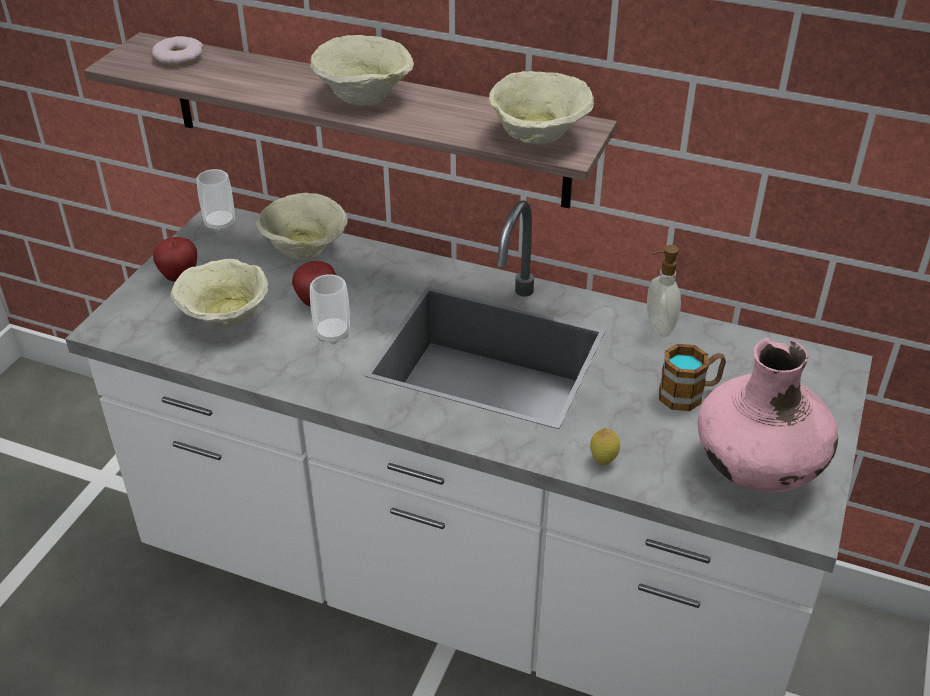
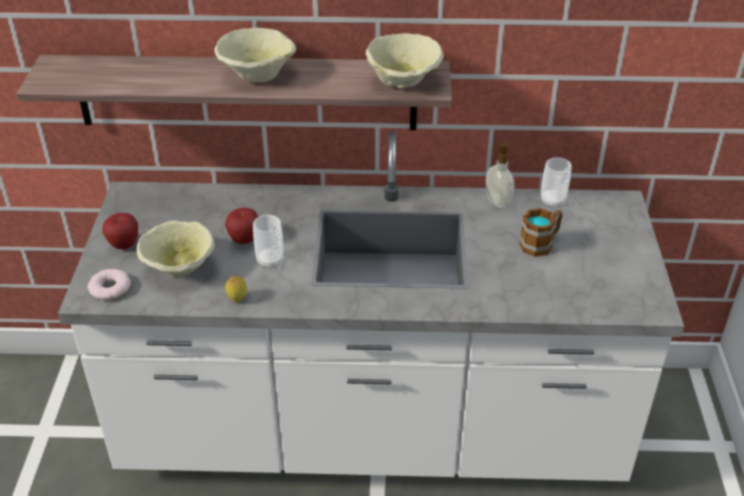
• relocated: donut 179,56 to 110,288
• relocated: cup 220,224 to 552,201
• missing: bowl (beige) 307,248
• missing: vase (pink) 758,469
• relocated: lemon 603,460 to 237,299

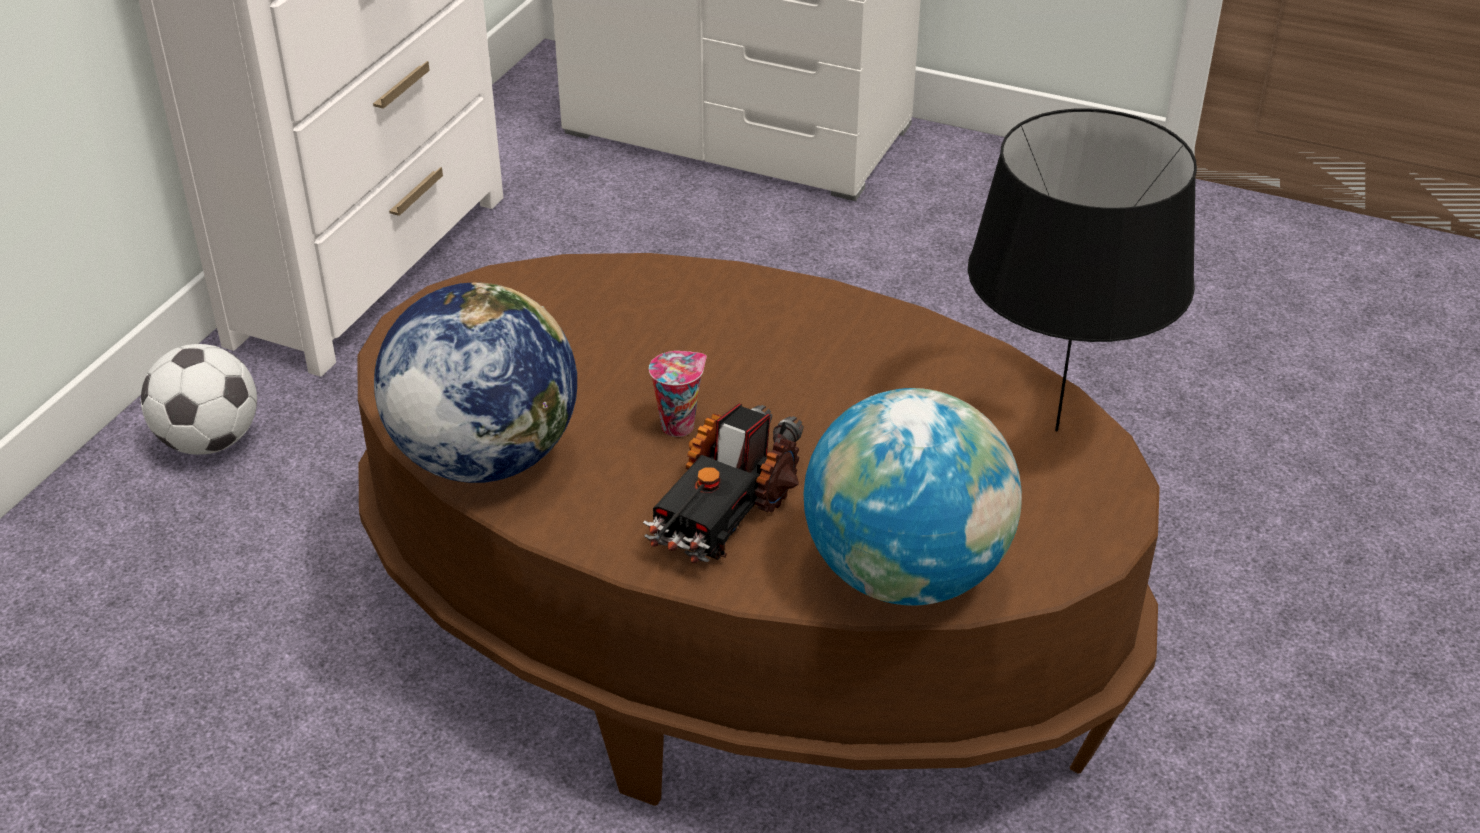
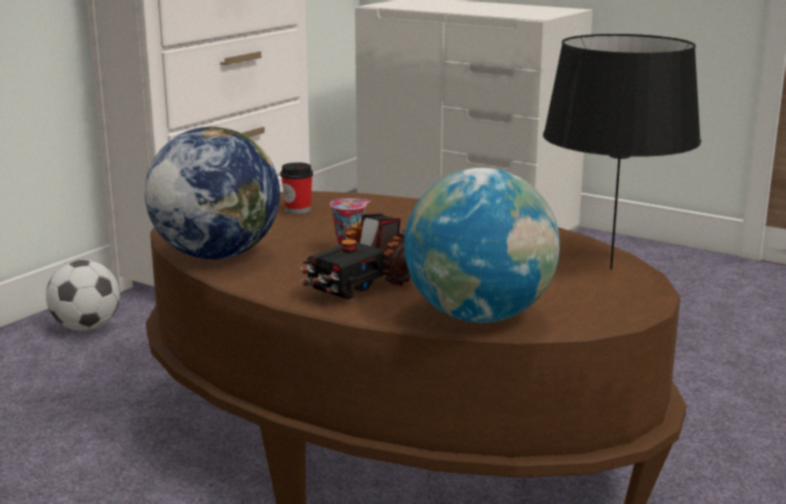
• appeared: cup 297,210

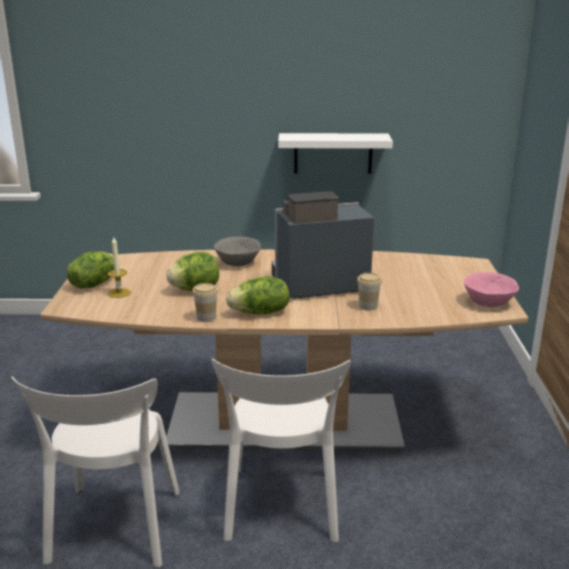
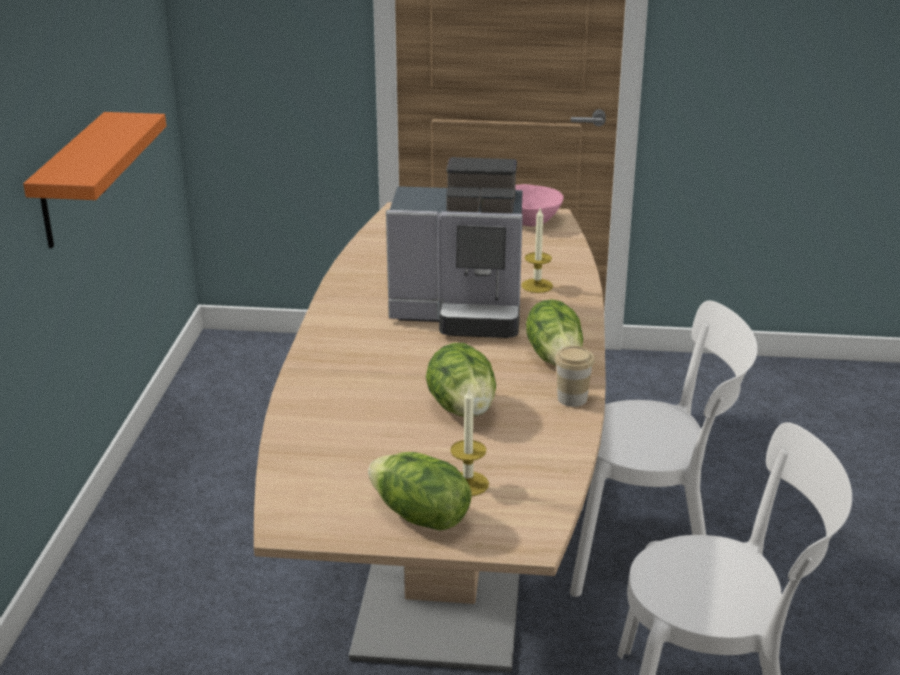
• colour: shelf (white) 333,153 to shelf (orange) 72,181
• spun: coffee machine 317,285 = 461,313 75 degrees counterclockwise
• missing: bowl (grey) 237,263
• exchanged: cup 368,306 to candle 537,286

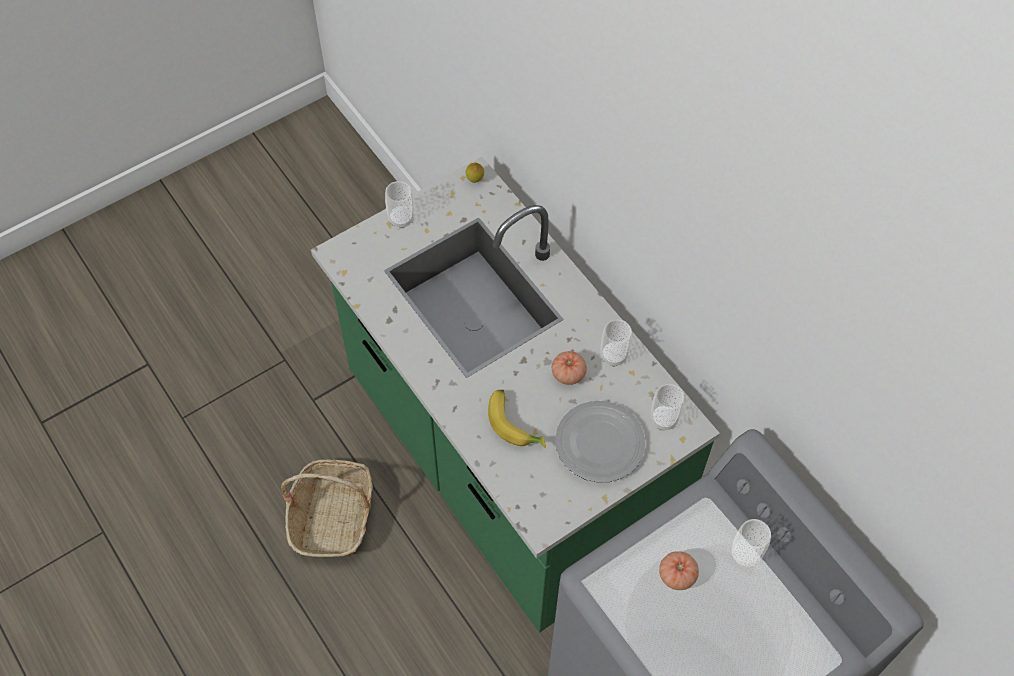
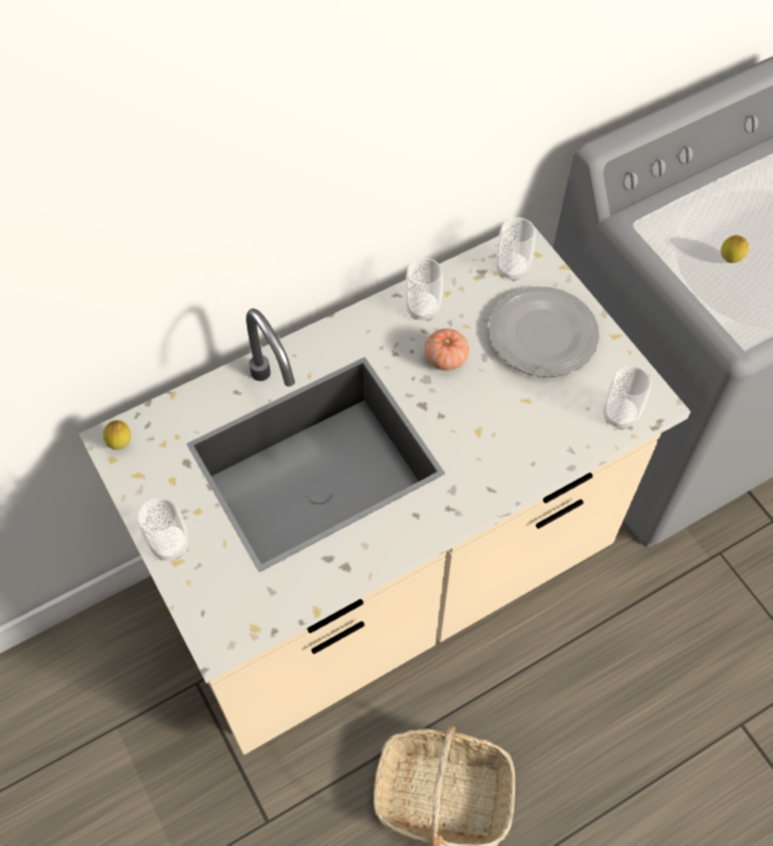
• colour: counter (green) 505,465 to counter (beige) 386,577
• missing: banana 515,423
• relocated: cup 746,553 to 620,415
• exchanged: tomato 677,575 to lemon 729,260

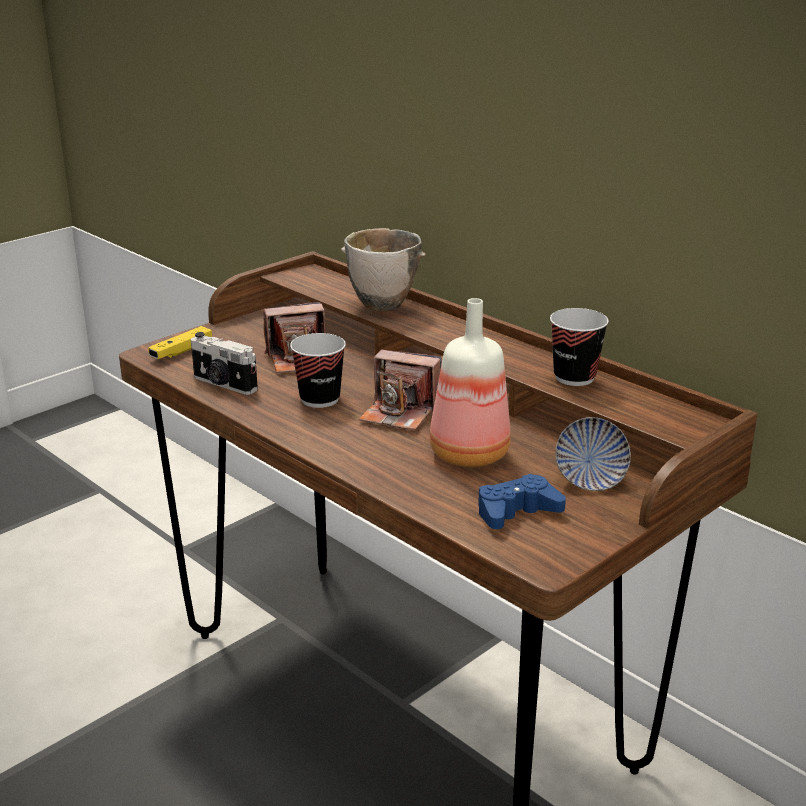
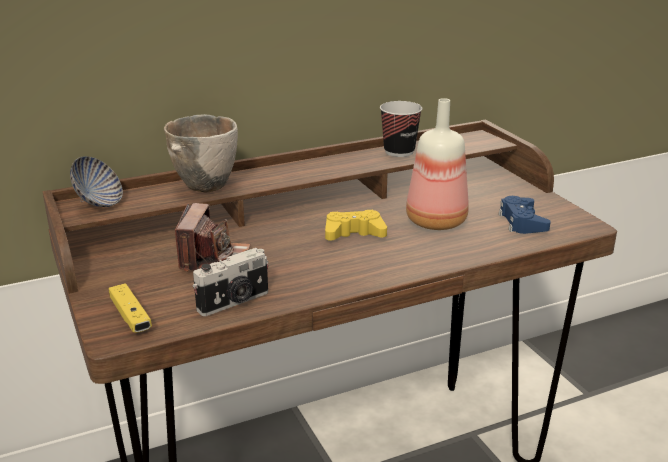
• missing: cup 320,399
• exchanged: photo camera 400,412 to game controller (yellow) 354,233
• relocated: bowl 590,479 to 99,202

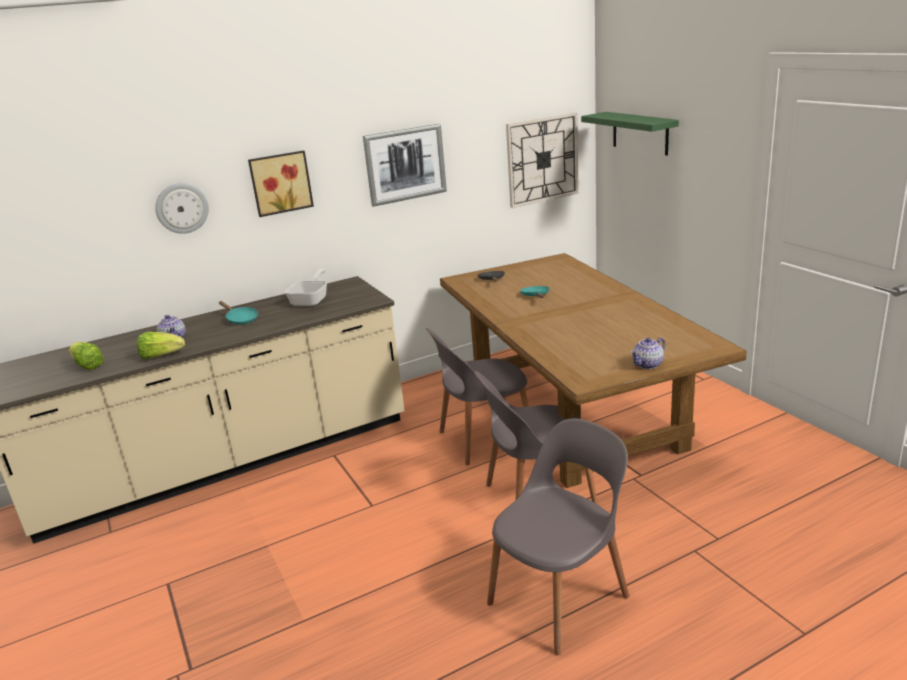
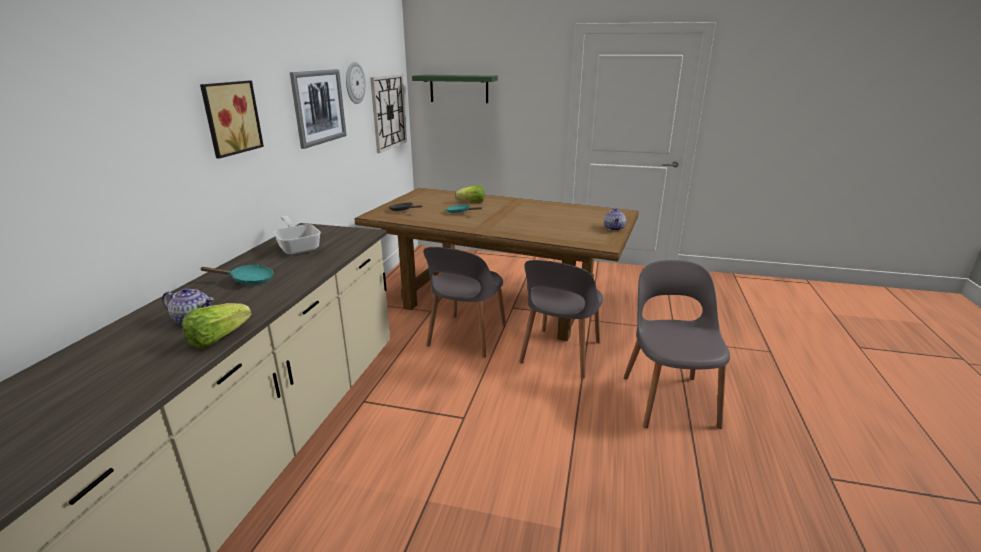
• relocated: wall clock 182,208 to 354,83
• relocated: lettuce 87,366 to 471,202

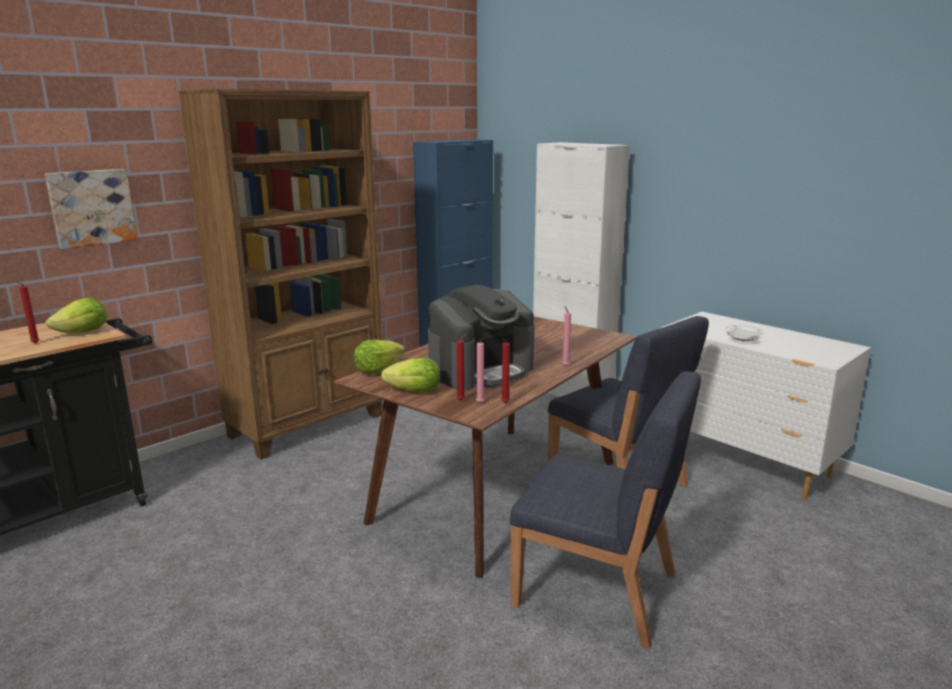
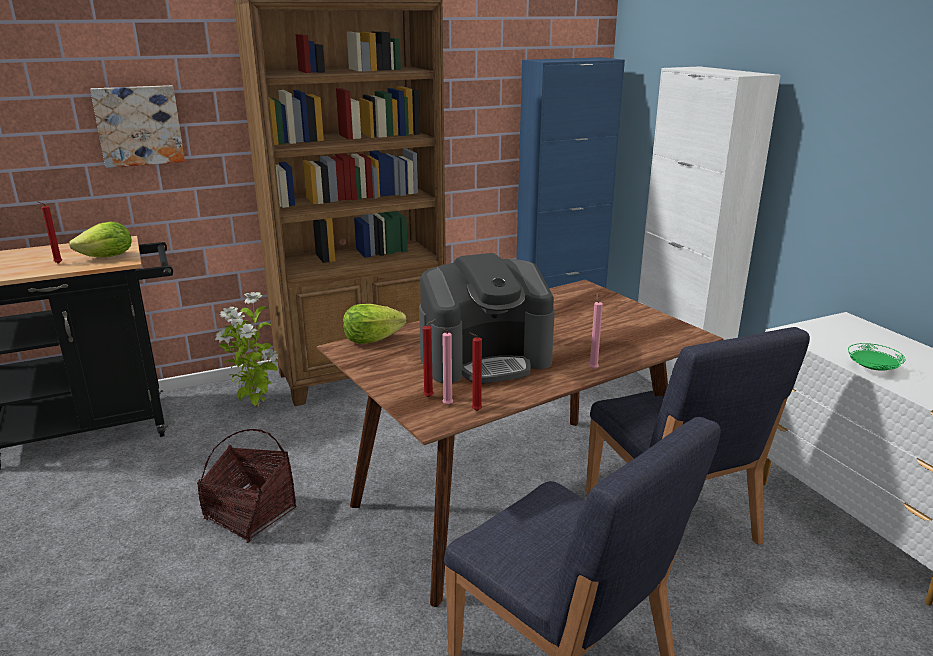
• colour: plate (white) 743,342 to plate (green) 872,369
• missing: lettuce 415,391
• appeared: potted plant 256,407
• appeared: basket 250,514

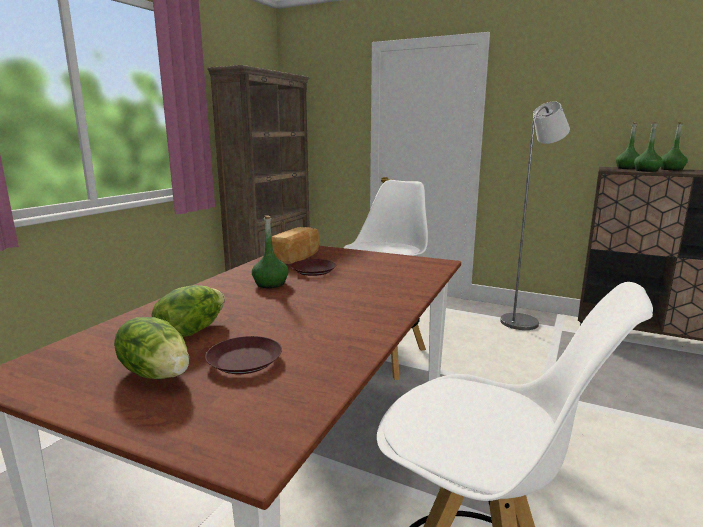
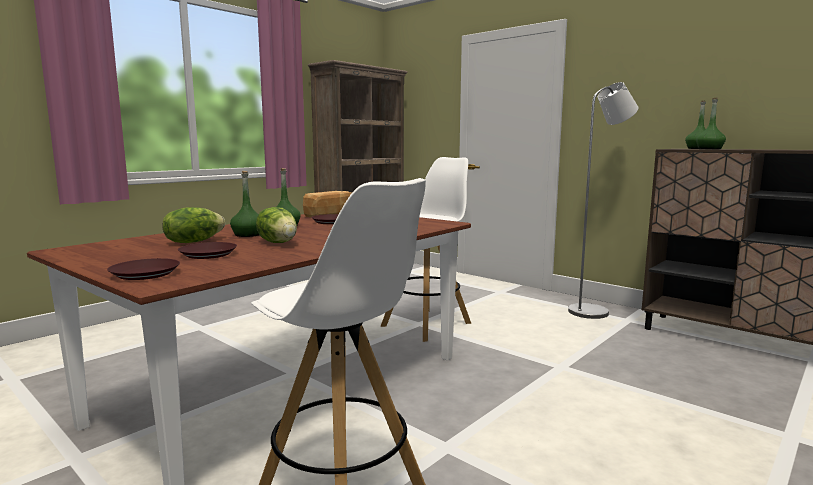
• relocated: bottle (green) 671,169 to 248,235
• relocated: lettuce 157,373 to 279,242
• appeared: plate (brown) 145,274

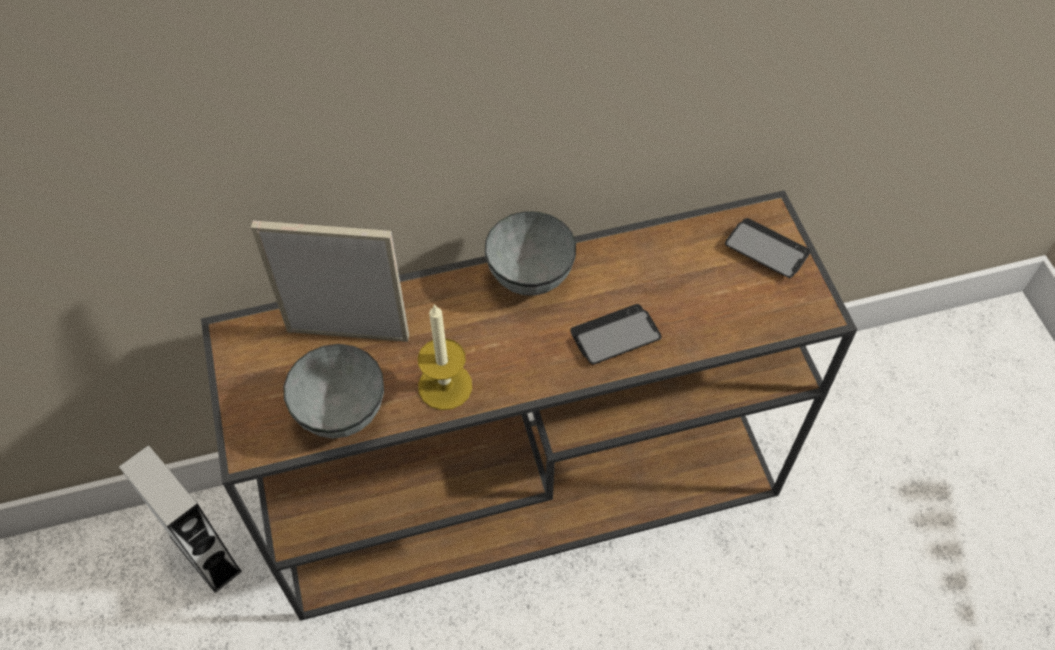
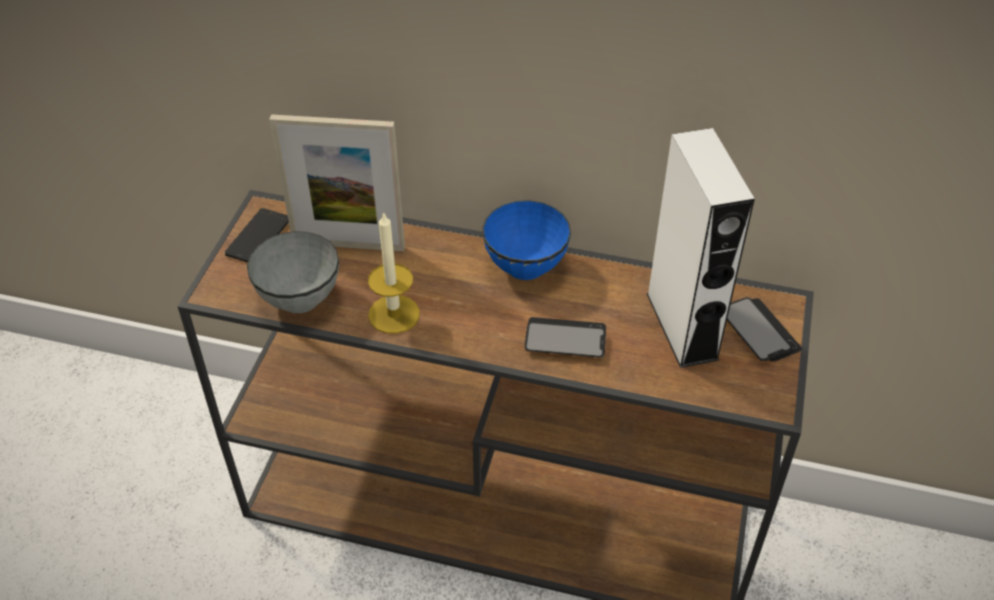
• colour: bowl (grey) 530,278 to bowl (blue) 525,266
• spun: picture frame 348,333 = 348,245 150 degrees clockwise
• relocated: speaker (white) 205,553 to 682,326
• appeared: phone 258,237

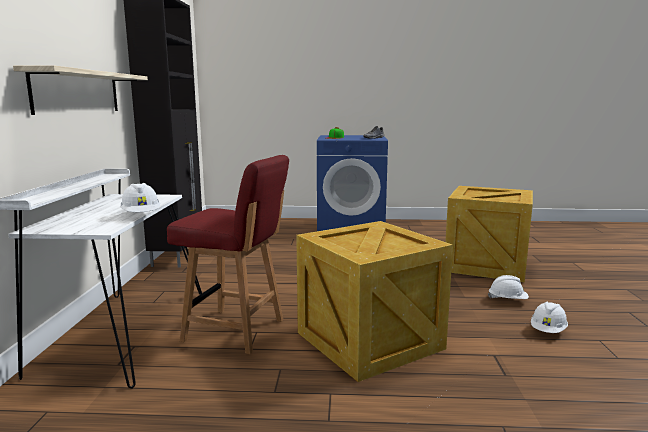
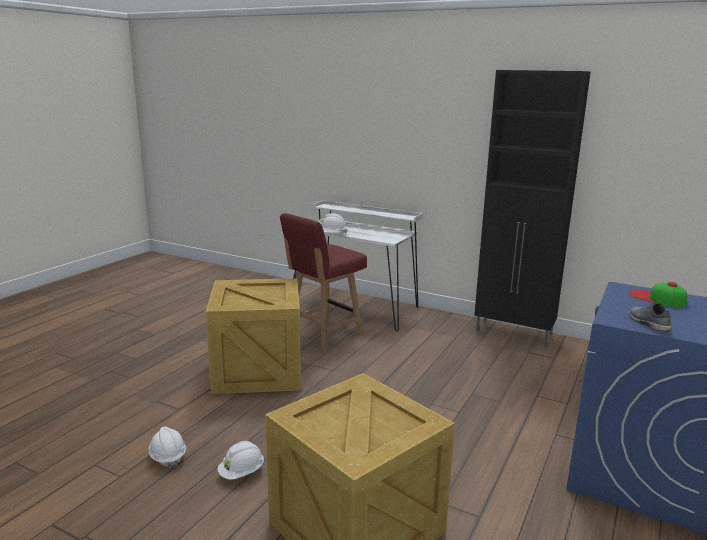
• missing: shelf 78,92

